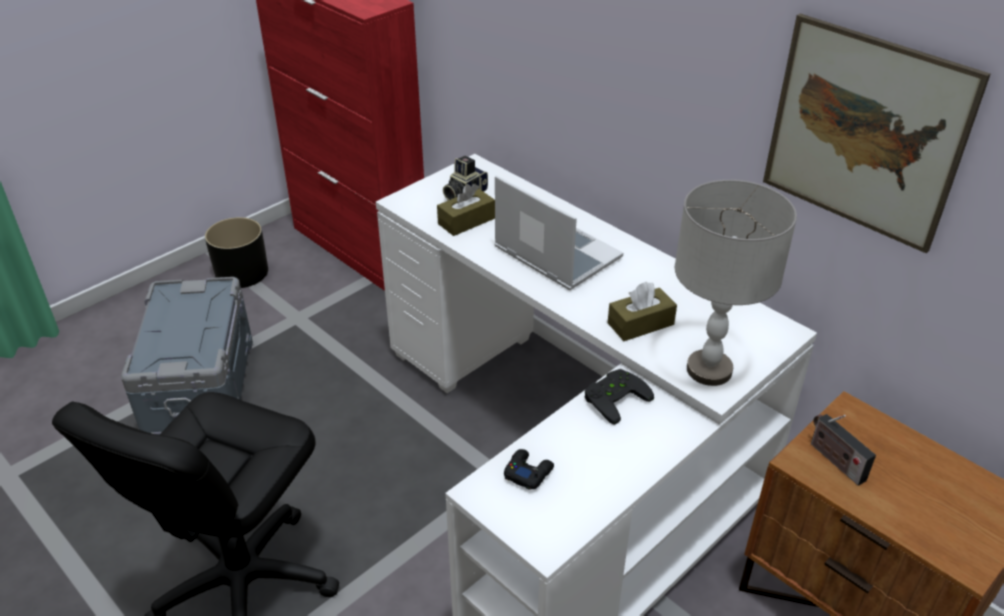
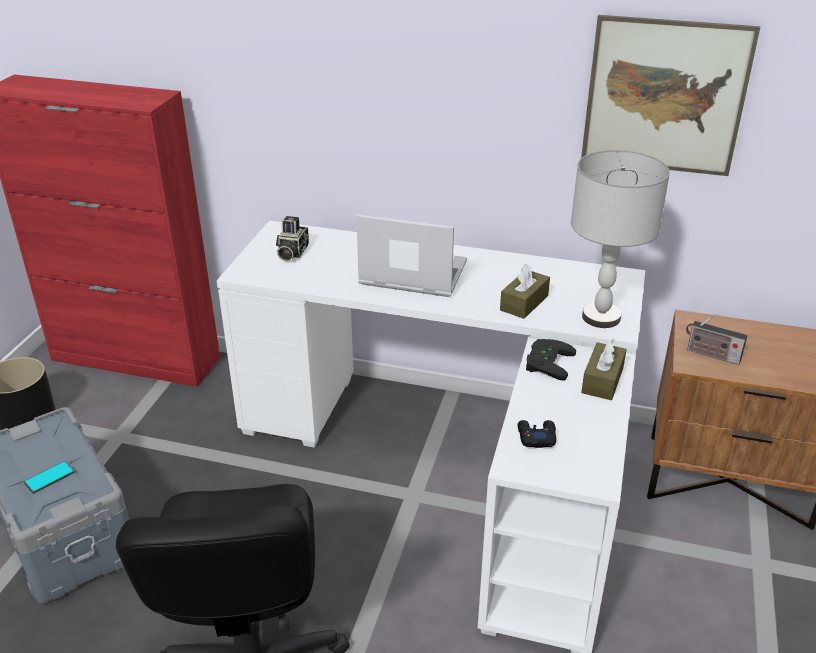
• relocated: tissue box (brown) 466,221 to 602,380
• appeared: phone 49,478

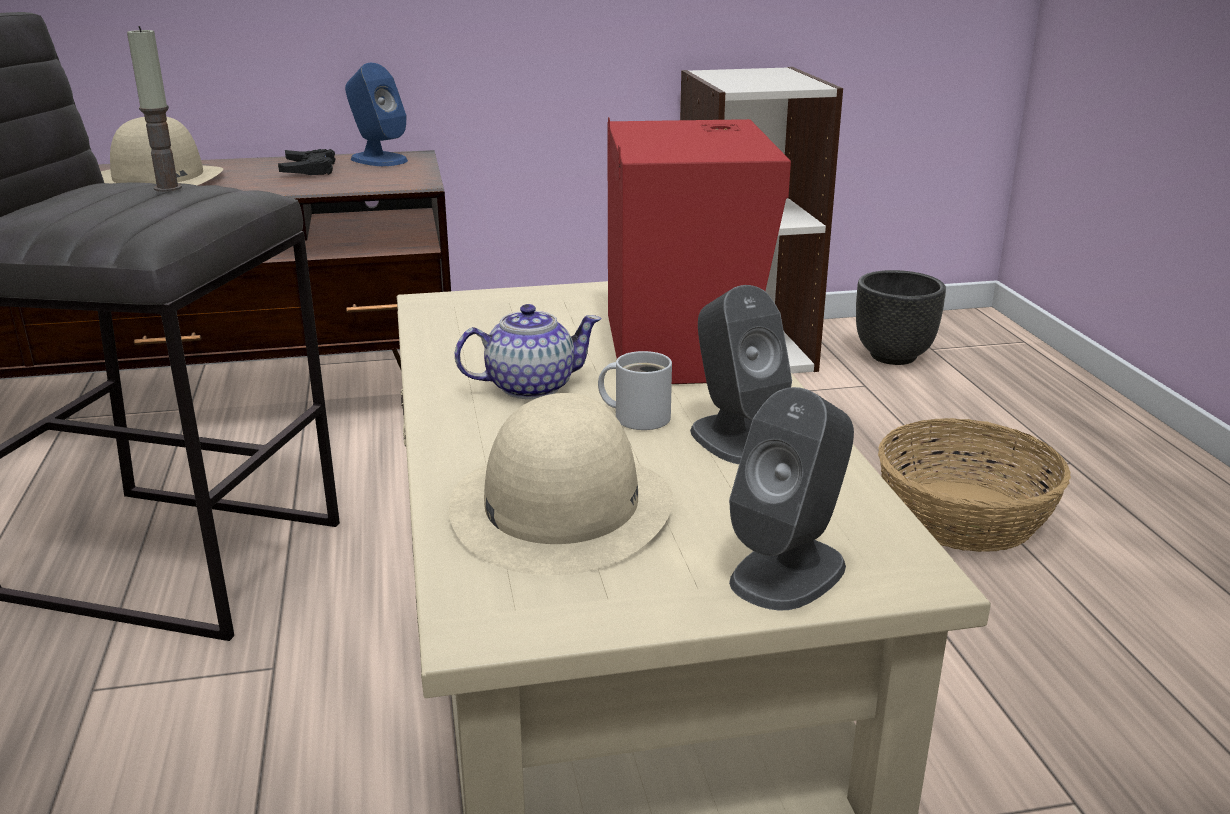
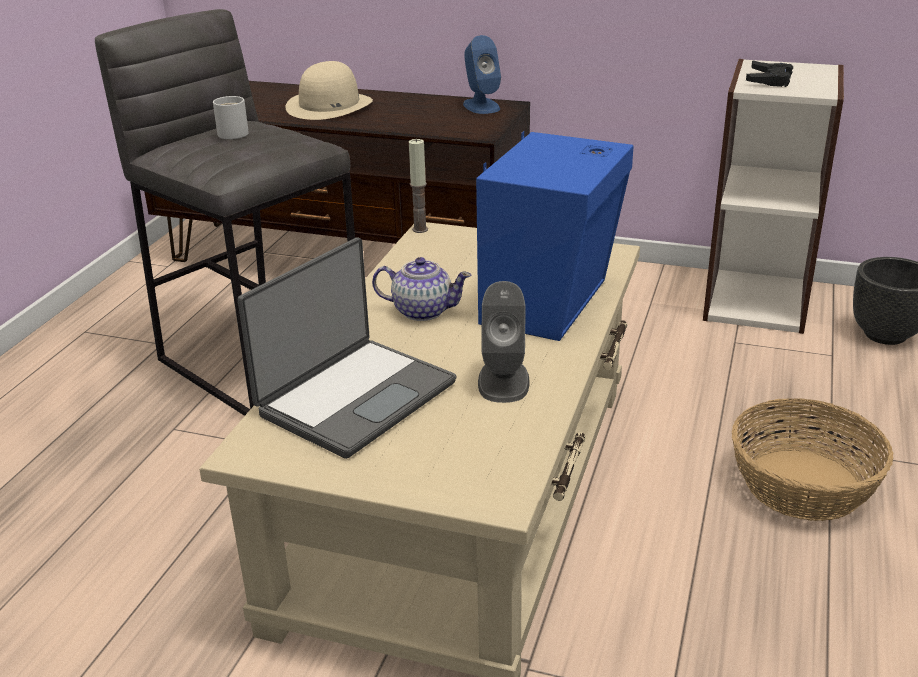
• relocated: candle 168,188 to 420,229
• colour: speaker (red) 682,345 to speaker (blue) 552,302
• relocated: game controller (black) 309,169 to 769,79
• relocated: mug (white) 638,416 to 232,133
• missing: speaker (grey) 789,572
• exchanged: hat (beige) 561,507 to laptop 355,397

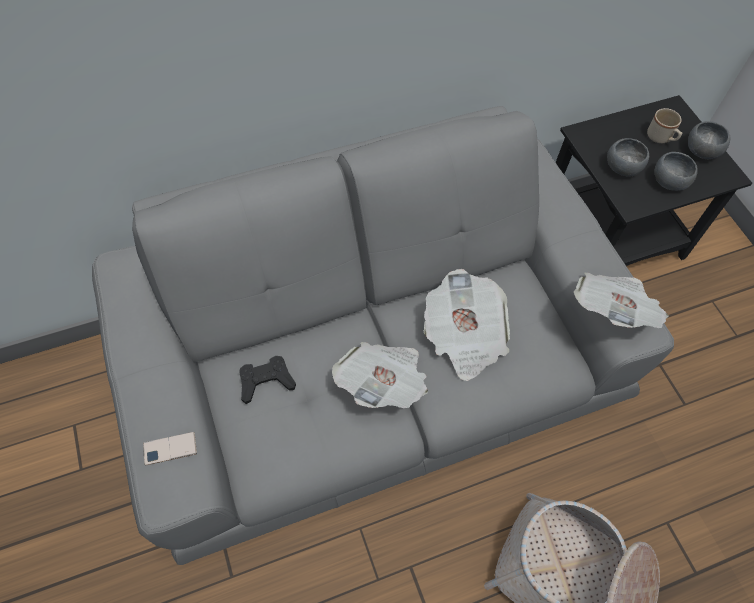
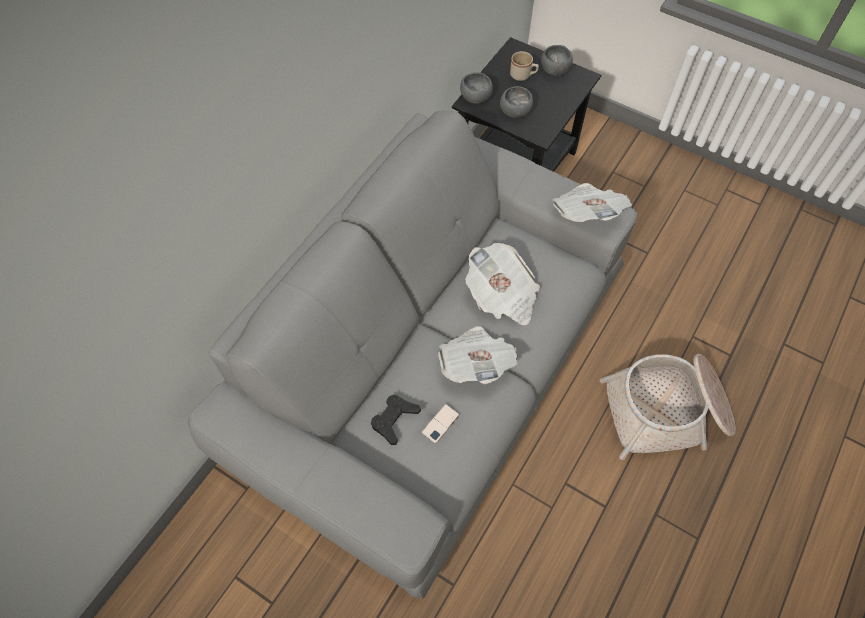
• relocated: bowl (grey) 668,182 to 475,98
• relocated: phone 170,448 to 440,423

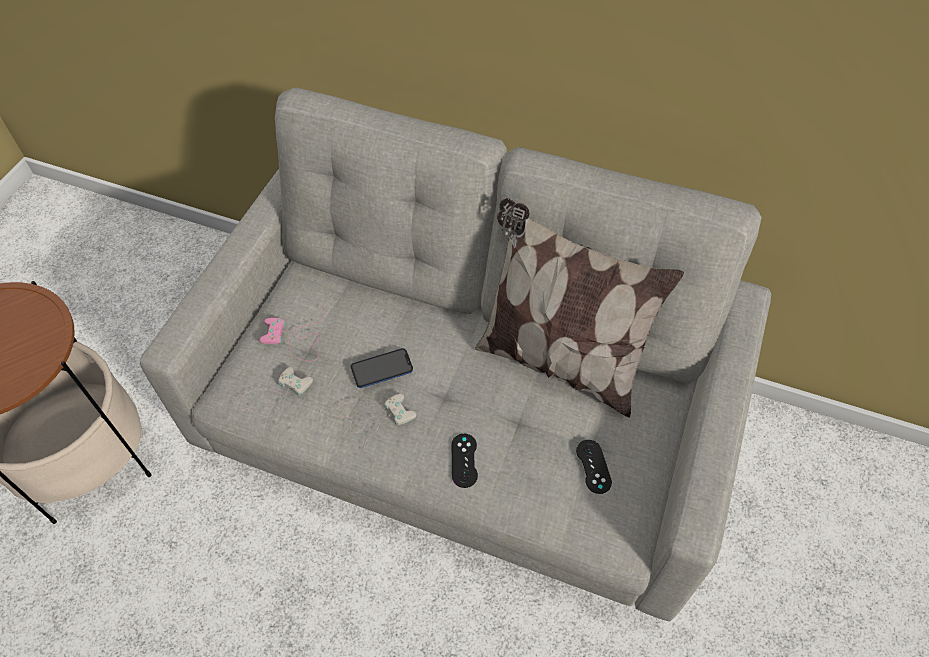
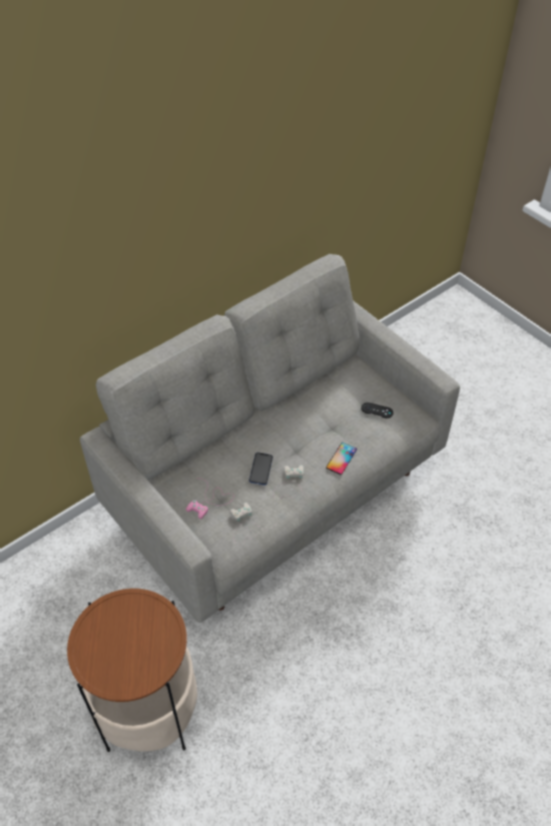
• missing: pillow 558,361
• exchanged: game controller (black) 464,460 to phone 341,458

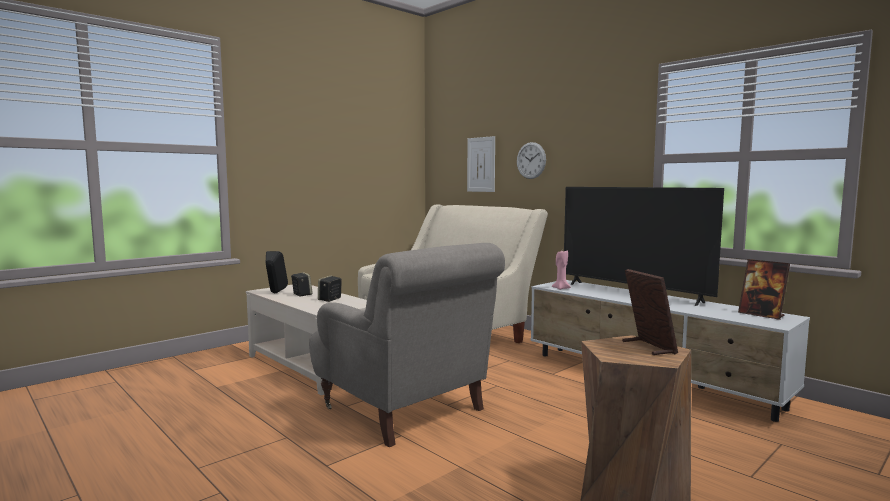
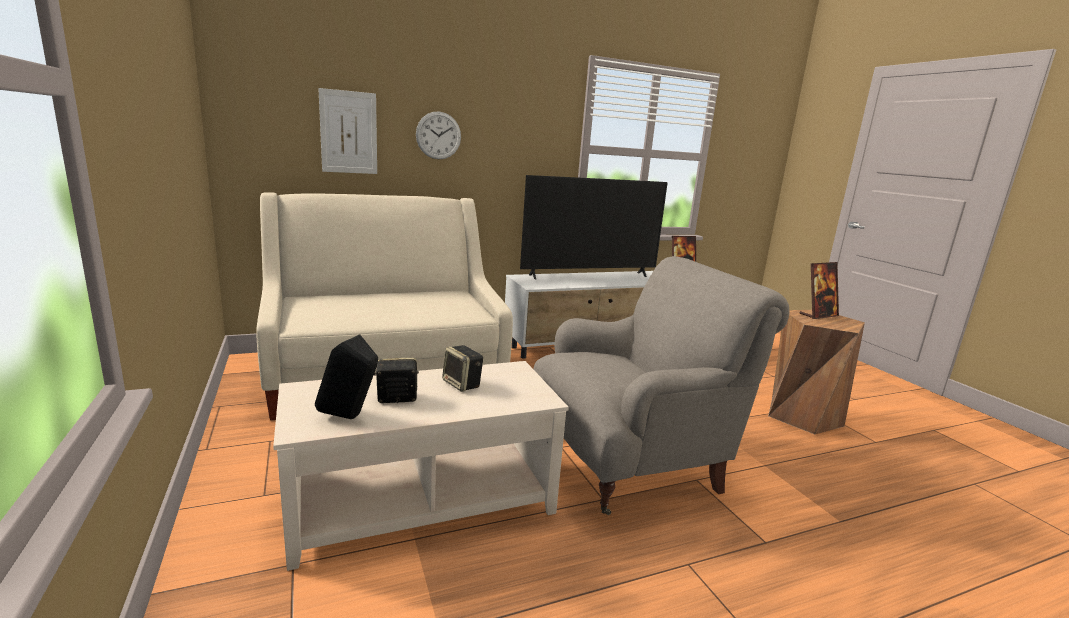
• missing: candle (pink) 561,288
• spun: picture frame 648,347 = 818,315 150 degrees clockwise

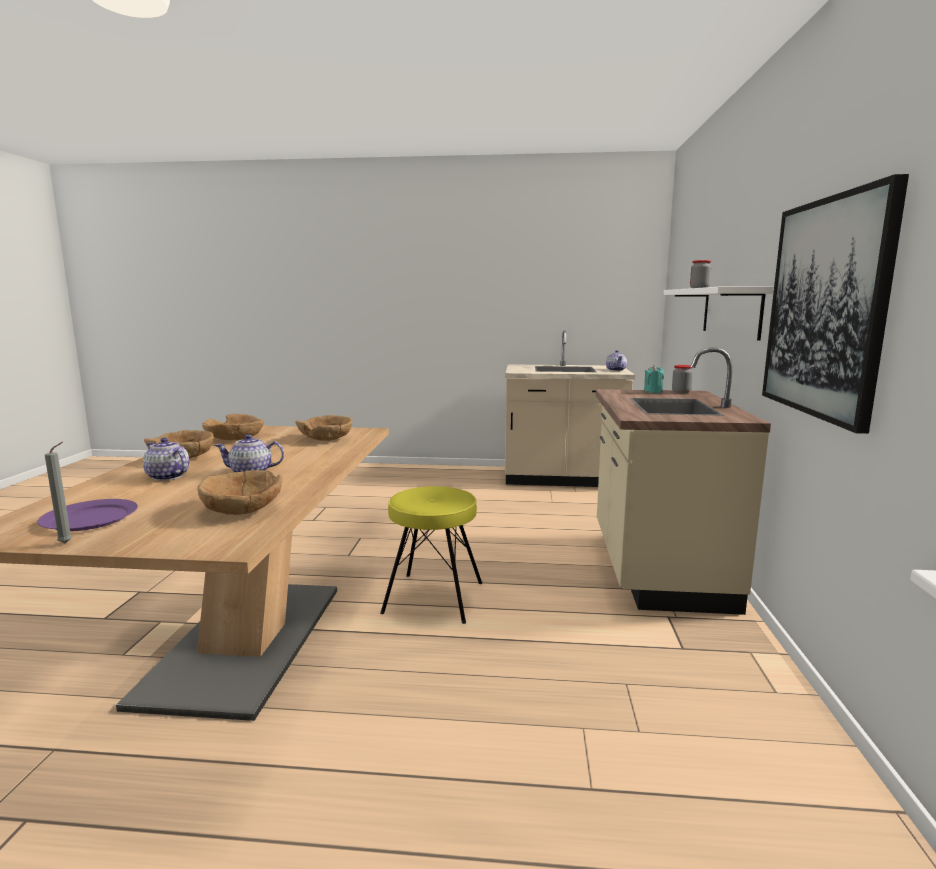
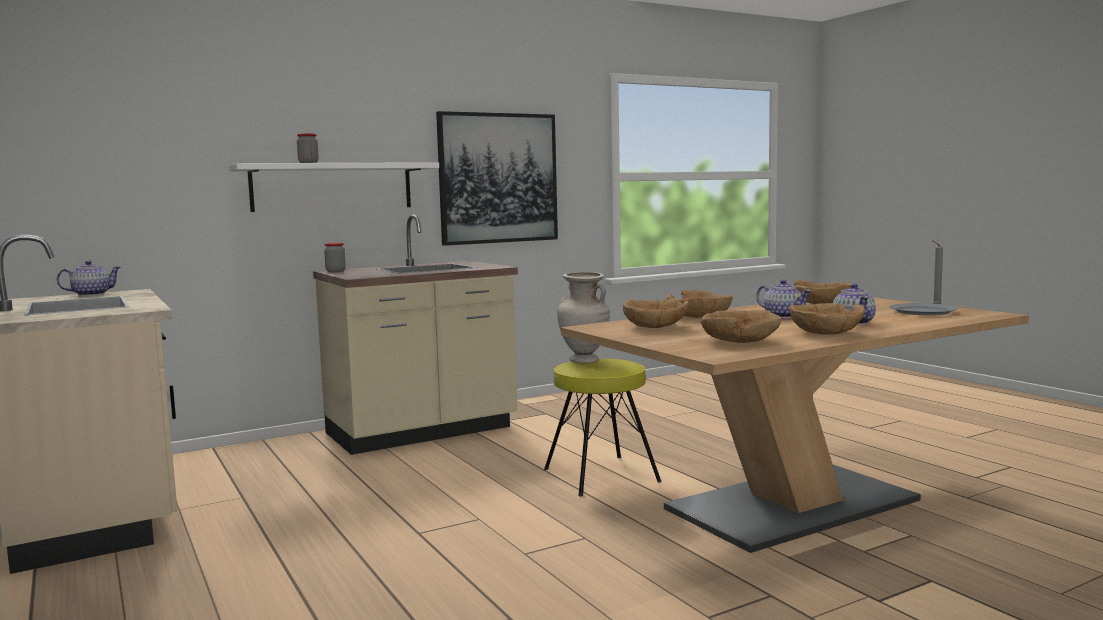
• missing: candle (turquoise) 653,392
• colour: plate (purple) 89,518 to plate (grey) 923,312
• appeared: vase (beige) 584,361
• appeared: bowl (brown) 699,317

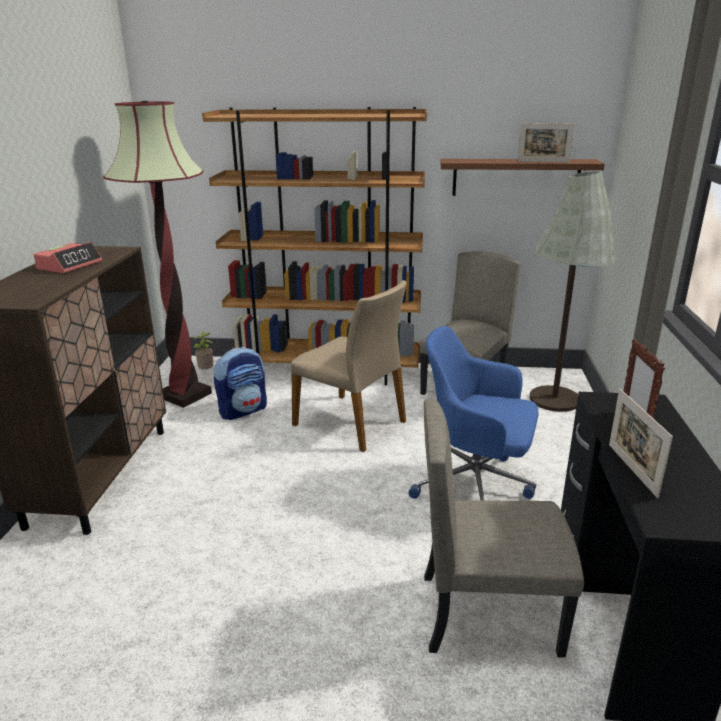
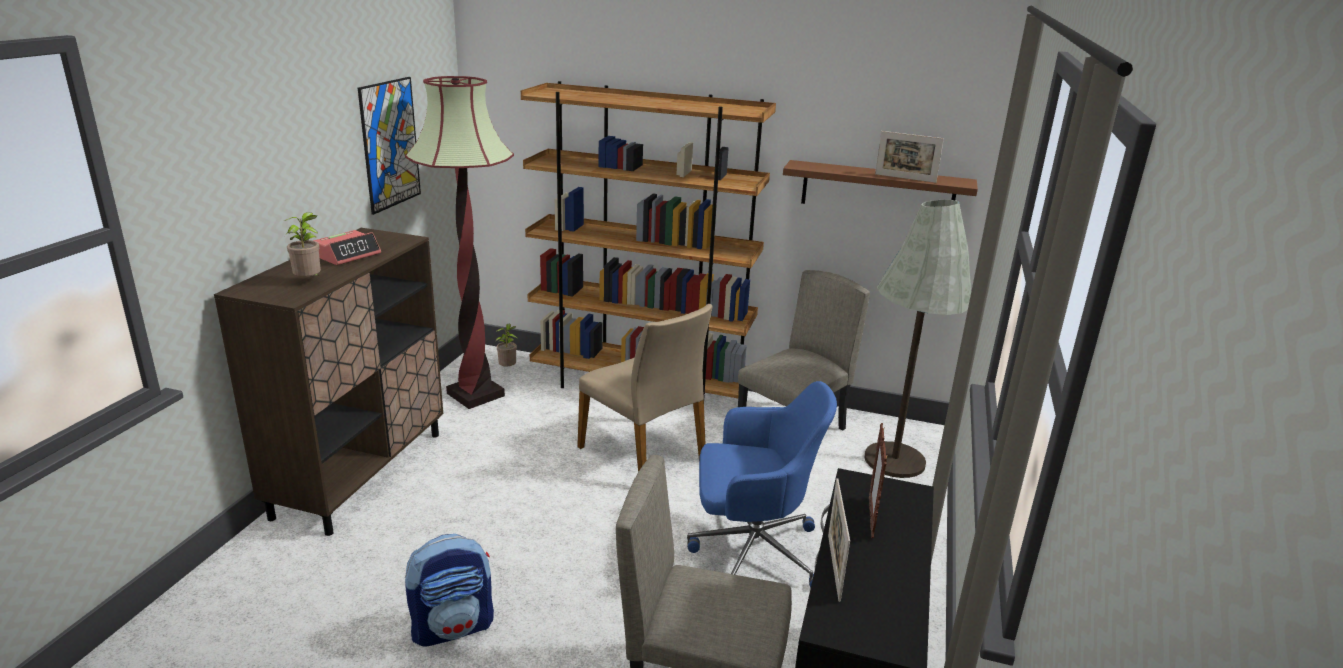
• spun: office chair (blue) 476,486 = 751,551 150 degrees clockwise
• relocated: backpack 243,410 to 453,627
• appeared: picture 390,144
• appeared: potted plant 309,281

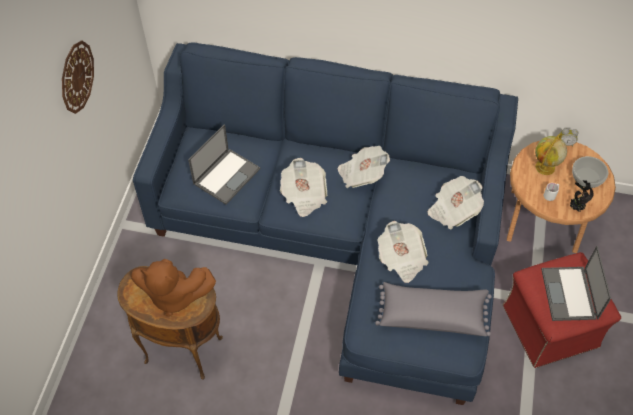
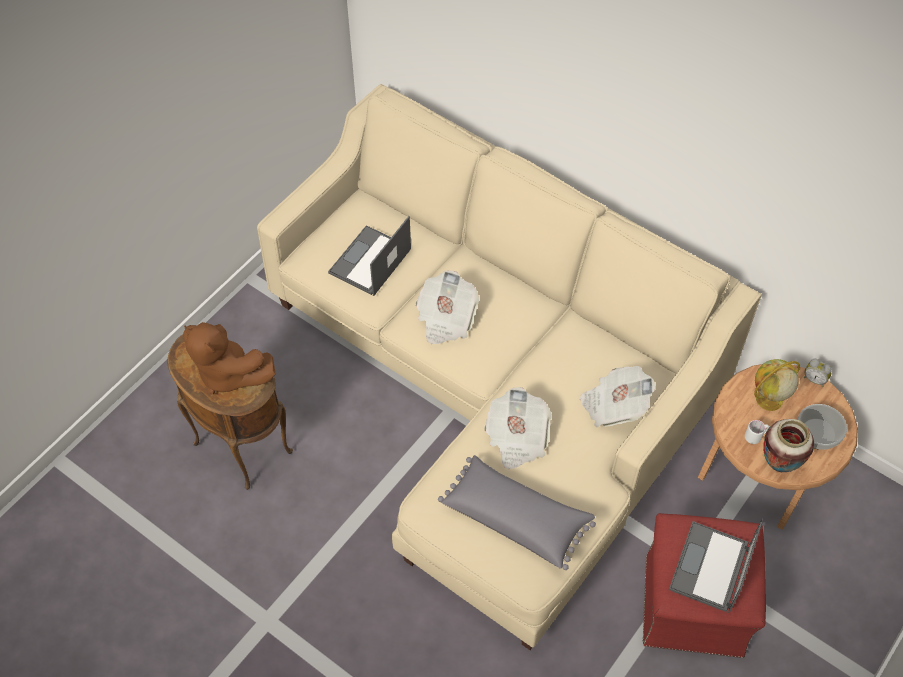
• missing: wall clock 76,77
• colour: sofa (blue) 342,235 to sofa (beige) 495,389
• spun: laptop 227,175 = 370,262 150 degrees clockwise
• missing: newspaper 361,174
• exchanged: potted plant 575,208 to vase 778,465

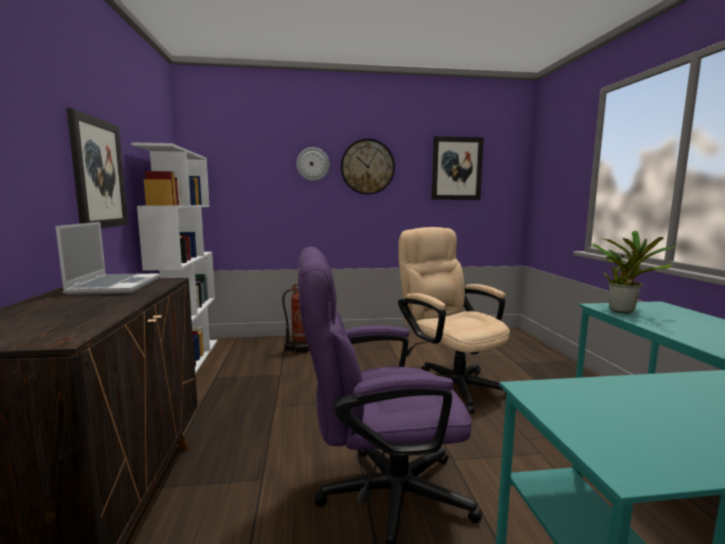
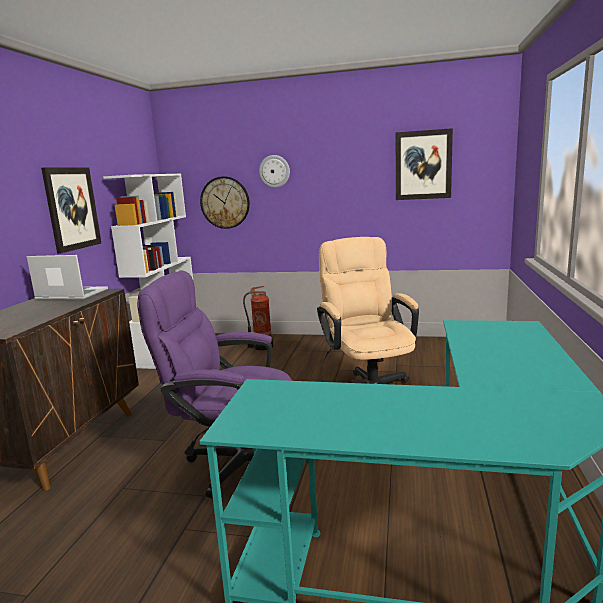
• relocated: wall clock 367,167 to 225,202
• spun: laptop 115,286 = 71,295 90 degrees counterclockwise
• missing: potted plant 622,310

